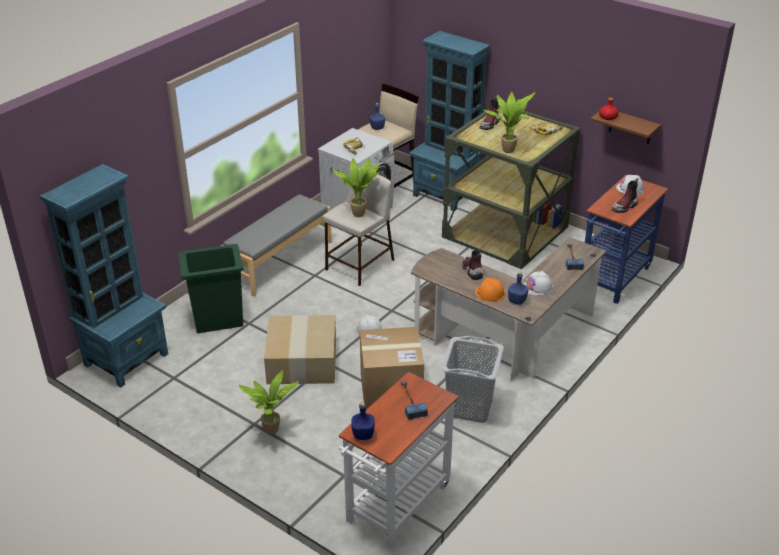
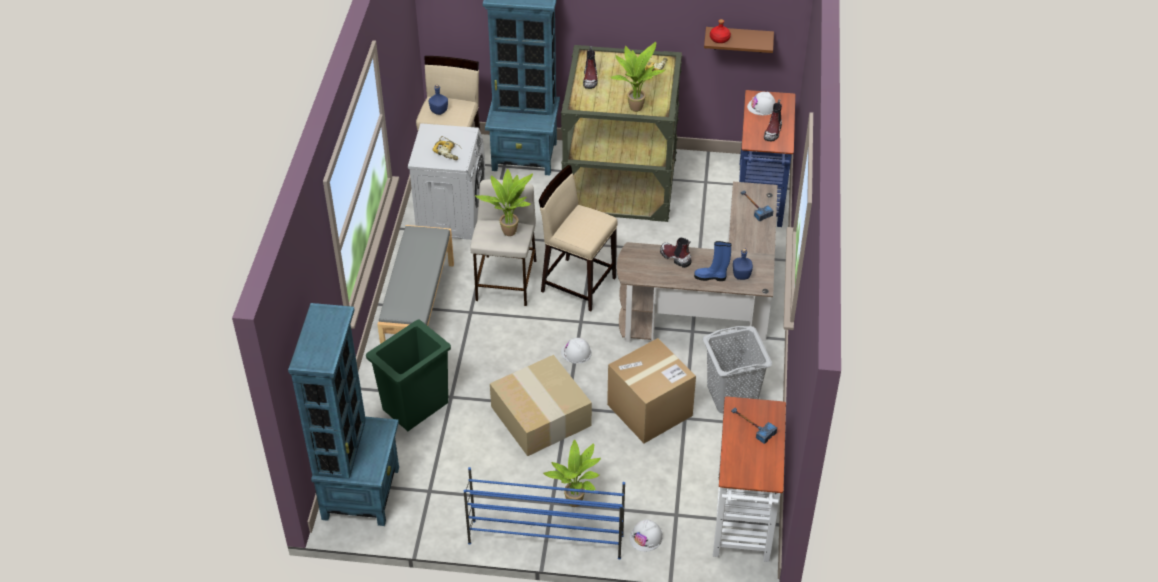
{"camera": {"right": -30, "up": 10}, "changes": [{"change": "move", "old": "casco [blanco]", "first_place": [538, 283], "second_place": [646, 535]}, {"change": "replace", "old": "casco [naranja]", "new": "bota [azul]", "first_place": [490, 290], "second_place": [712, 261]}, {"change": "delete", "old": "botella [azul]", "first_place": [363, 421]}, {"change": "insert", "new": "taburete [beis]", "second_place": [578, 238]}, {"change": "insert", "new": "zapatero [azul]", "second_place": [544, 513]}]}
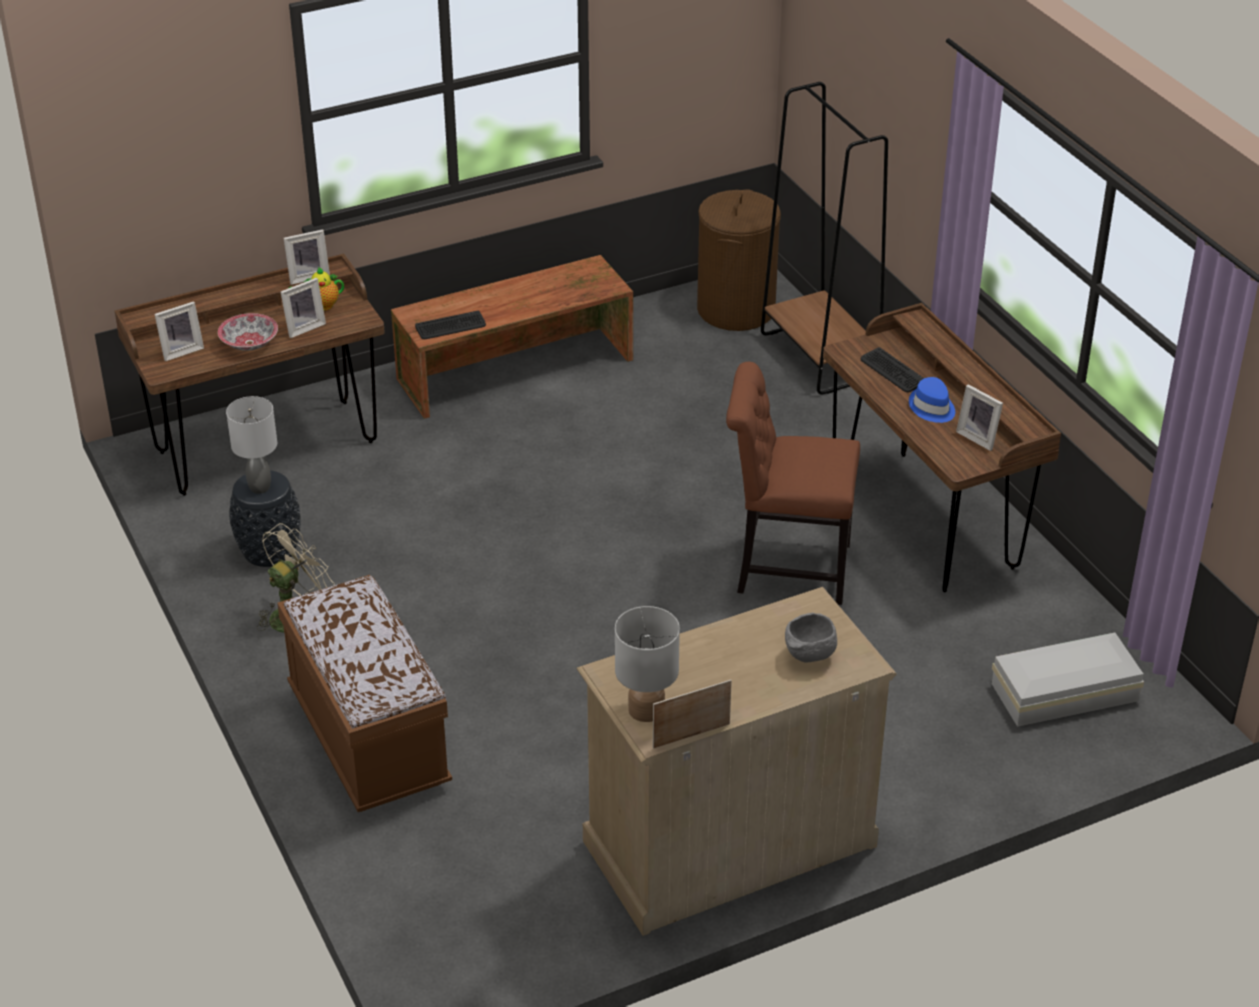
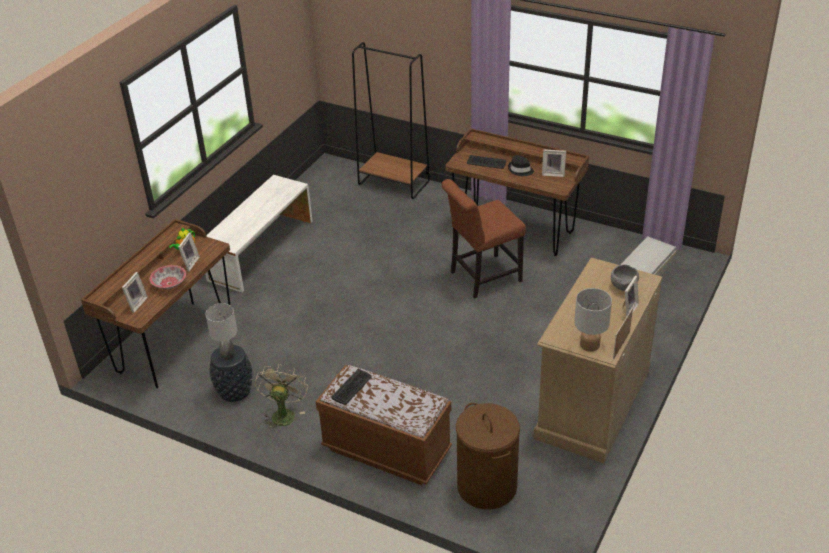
{"camera": {"right": -35, "up": 0}, "changes": [{"change": "move", "old": "cesto de la ropa [marrón]", "first_place": [739, 260], "second_place": [488, 456]}, {"change": "move", "old": "portarretratos", "first_place": [307, 257], "second_place": [630, 296]}, {"change": "recolor", "old": "banco [marrón]", "new": "banco [blanco]", "first_place": [512, 337], "second_place": [259, 233]}, {"change": "move", "old": "teclado", "first_place": [450, 325], "second_place": [351, 387]}, {"change": "recolor", "old": "sombrero [azul]", "new": "sombrero [negro]", "first_place": [932, 400], "second_place": [521, 165]}]}
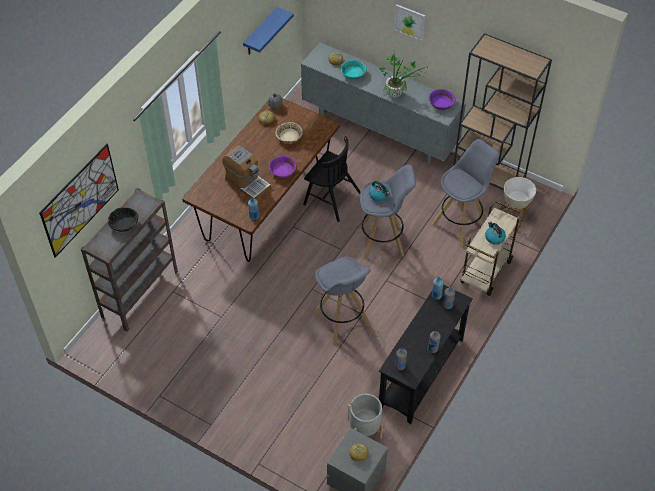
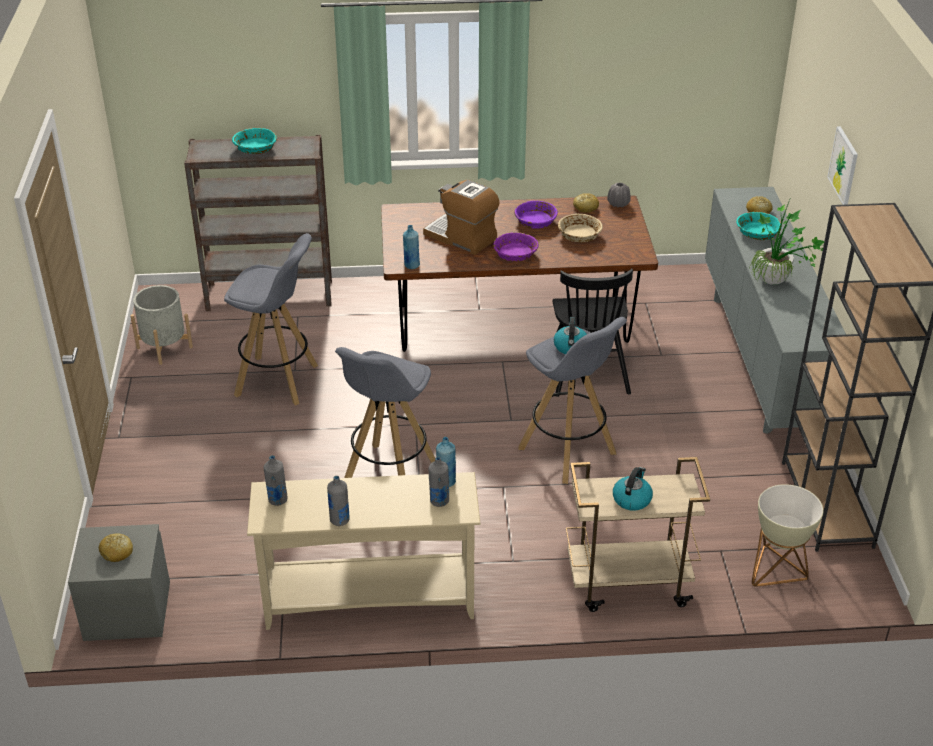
{"camera": {"right": 55, "up": -15}, "changes": [{"change": "delete", "old": "estante [azul]", "first_place": [268, 31]}, {"change": "move", "old": "cuenco [morado]", "first_place": [442, 99], "second_place": [536, 215]}, {"change": "move", "old": "taburete [gris]", "first_place": [466, 193], "second_place": [271, 319]}, {"change": "delete", "old": "cuadro", "first_place": [79, 201]}, {"change": "rotate", "old": "cafetera", "first_place": [246, 172], "second_place": [461, 217], "degrees": 120}, {"change": "recolor", "old": "cuenco [negro]", "new": "cuenco [turquesa]", "first_place": [123, 219], "second_place": [254, 141]}, {"change": "recolor", "old": "mesa consola [negro]", "new": "mesa consola [beis]", "first_place": [426, 354], "second_place": [363, 551]}, {"change": "move", "old": "maceta [gris]", "first_place": [365, 416], "second_place": [161, 325]}]}
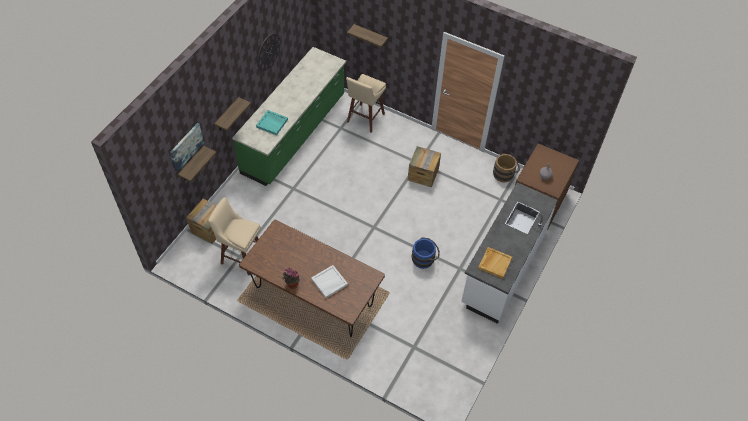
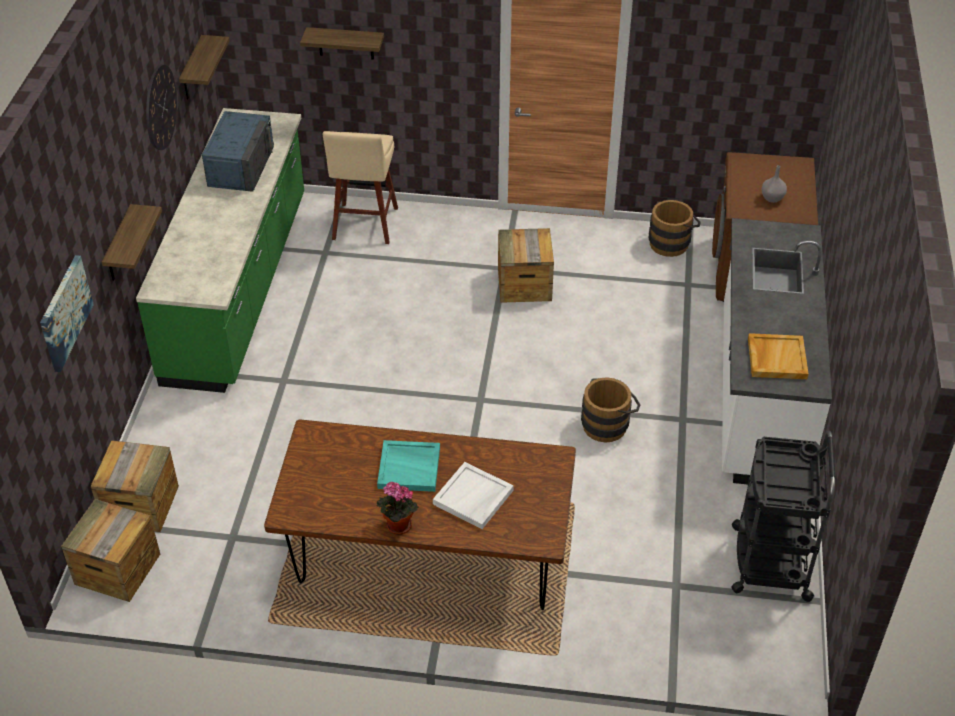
{"camera": {"right": -20, "up": -10}, "changes": [{"change": "move", "old": "bandeja [turquesa]", "first_place": [272, 122], "second_place": [408, 466]}, {"change": "move", "old": "estante", "first_place": [197, 164], "second_place": [204, 67]}, {"change": "delete", "old": "taburete [beis]", "first_place": [234, 236]}, {"change": "recolor", "old": "cubo [azul]", "new": "cubo [marrón]", "first_place": [426, 253], "second_place": [610, 410]}, {"change": "insert", "new": "microondas [azul]", "second_place": [238, 151]}, {"change": "insert", "new": "carrito [negro]", "second_place": [783, 516]}, {"change": "insert", "new": "caja de embalaje", "second_place": [110, 550]}]}
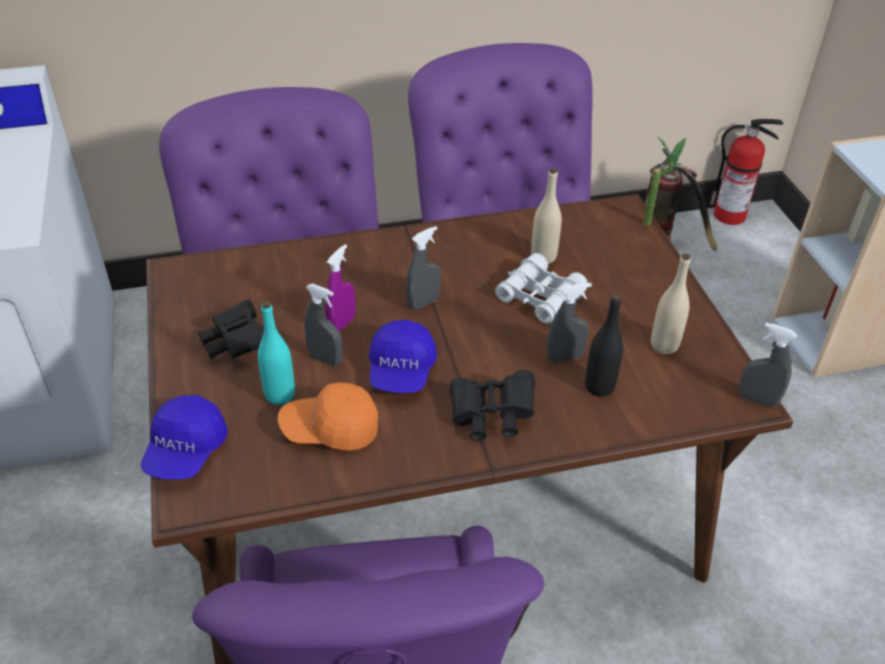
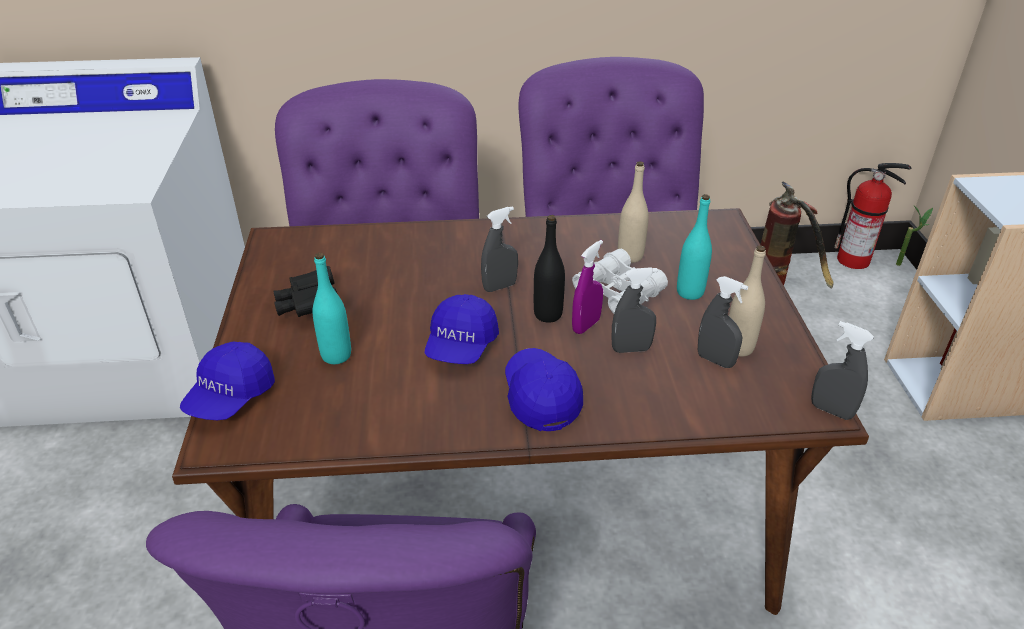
{"camera": {"right": 10, "up": -5}, "changes": [{"change": "move", "old": "planta en maceta", "first_place": [665, 181], "second_place": [914, 236]}, {"change": "move", "old": "pulverizador [morado]", "first_place": [340, 288], "second_place": [587, 287]}, {"change": "move", "old": "pulverizador [gris]", "first_place": [323, 325], "second_place": [723, 322]}, {"change": "move", "old": "botella [negro]", "first_place": [604, 345], "second_place": [549, 269]}, {"change": "replace", "old": "prismáticos [negro]", "new": "gorra [azul]", "first_place": [492, 405], "second_place": [544, 389]}, {"change": "delete", "old": "gorra [naranja]", "first_place": [328, 416]}, {"change": "insert", "new": "botella [turquesa]", "second_place": [694, 247]}]}
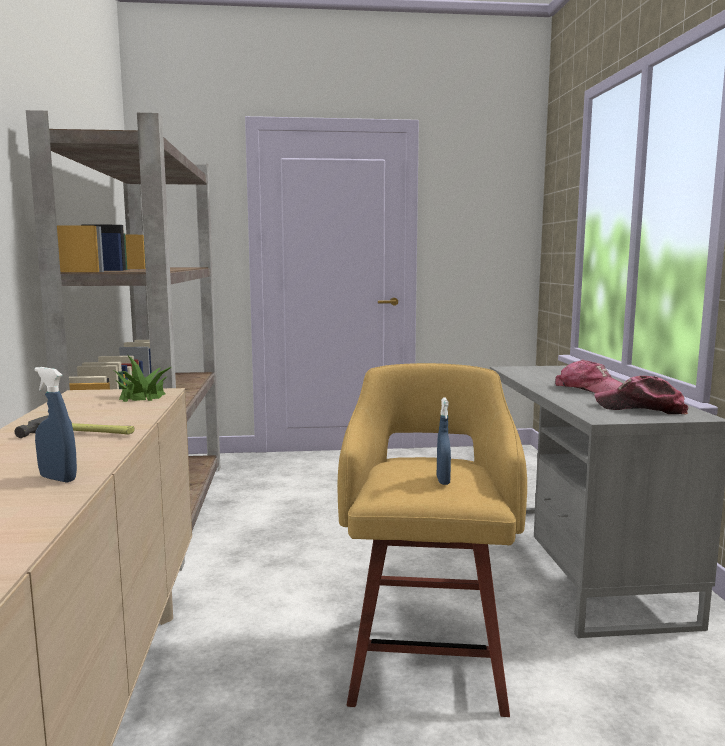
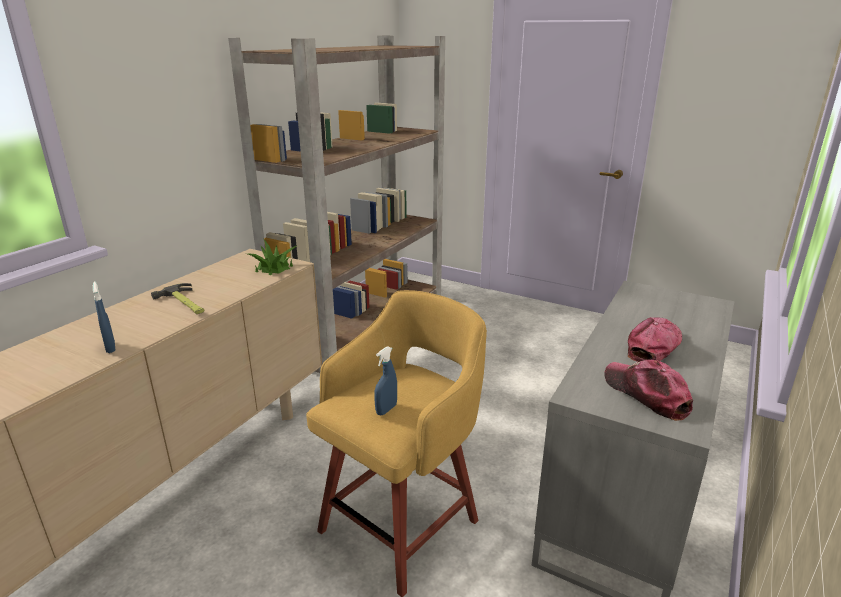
{"camera": {"right": 35, "up": 15}, "changes": [{"change": "rotate", "old": "gorra", "first_place": [588, 376], "second_place": [655, 339], "degrees": -135}]}
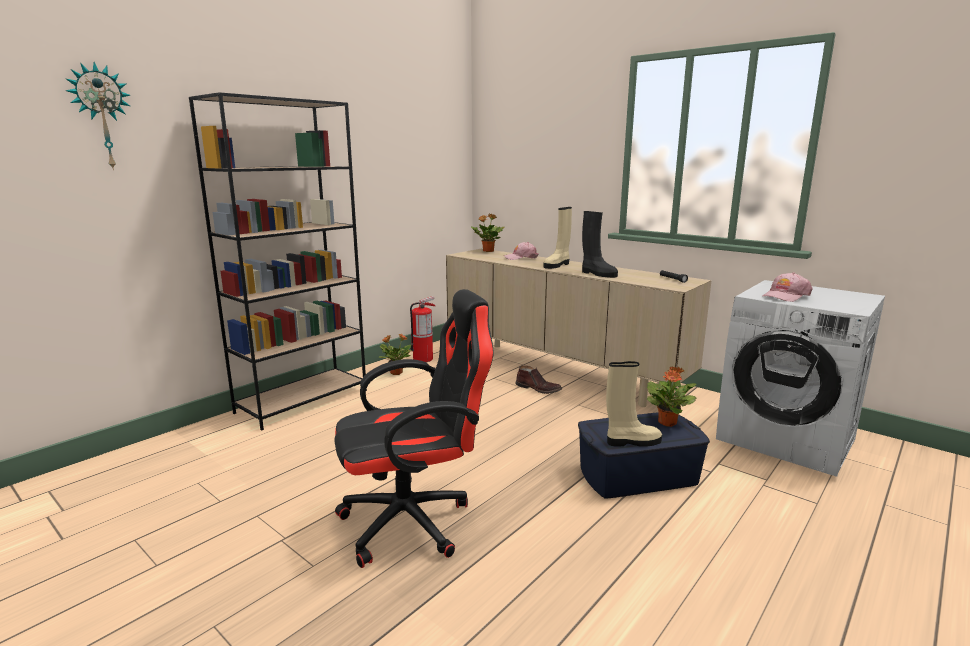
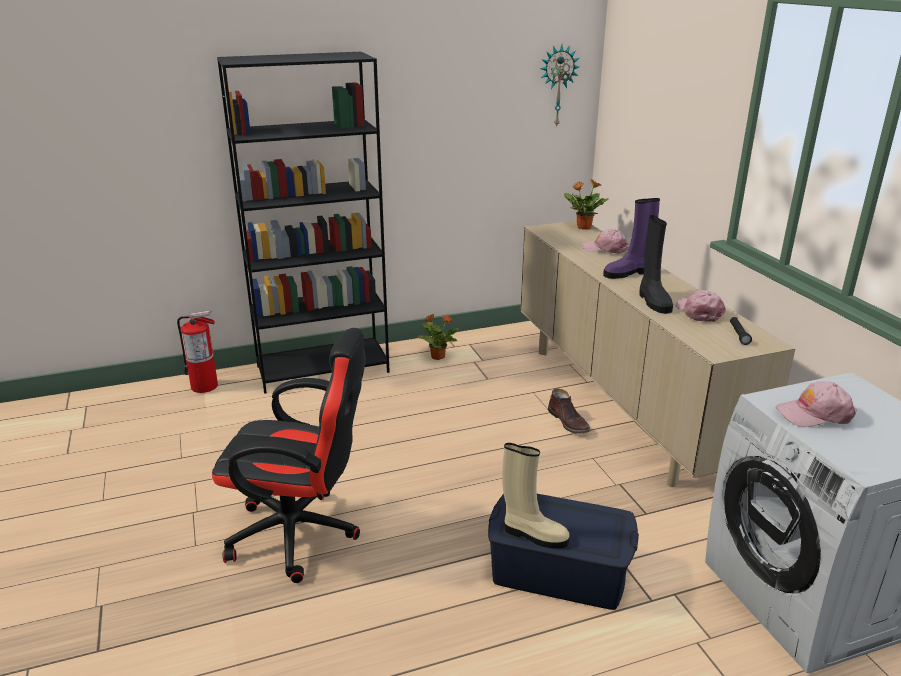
{"camera": {"right": 30, "up": 10}, "changes": [{"change": "move", "old": "reloj de pared", "first_place": [97, 116], "second_place": [560, 86]}, {"change": "recolor", "old": "estantería [beis]", "new": "estantería [negro]", "first_place": [278, 261], "second_place": [303, 223]}, {"change": "recolor", "old": "bota [beis]", "new": "bota [morado]", "first_place": [557, 238], "second_place": [631, 238]}, {"change": "move", "old": "extintor", "first_place": [423, 329], "second_place": [197, 351]}, {"change": "delete", "old": "planta en maceta", "first_place": [671, 397]}, {"change": "insert", "new": "gorra [rosa]", "second_place": [700, 306]}]}
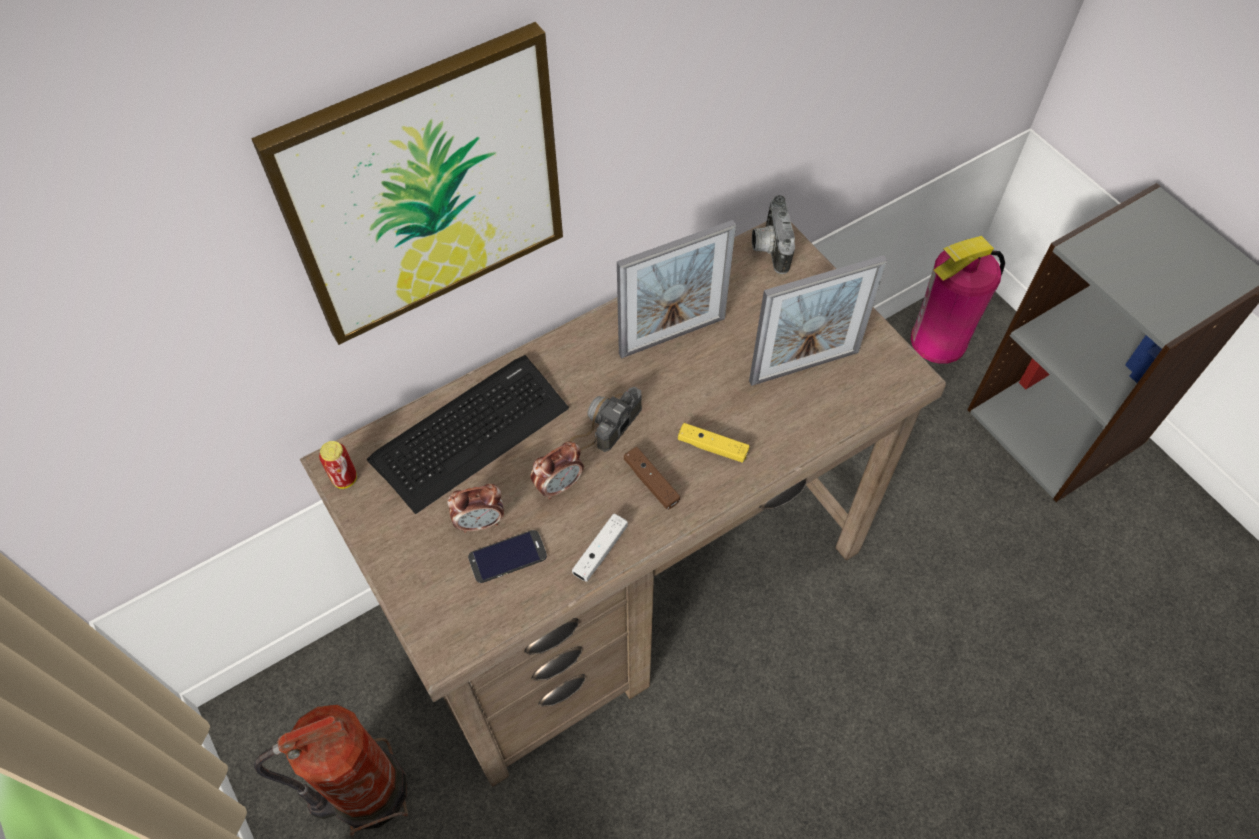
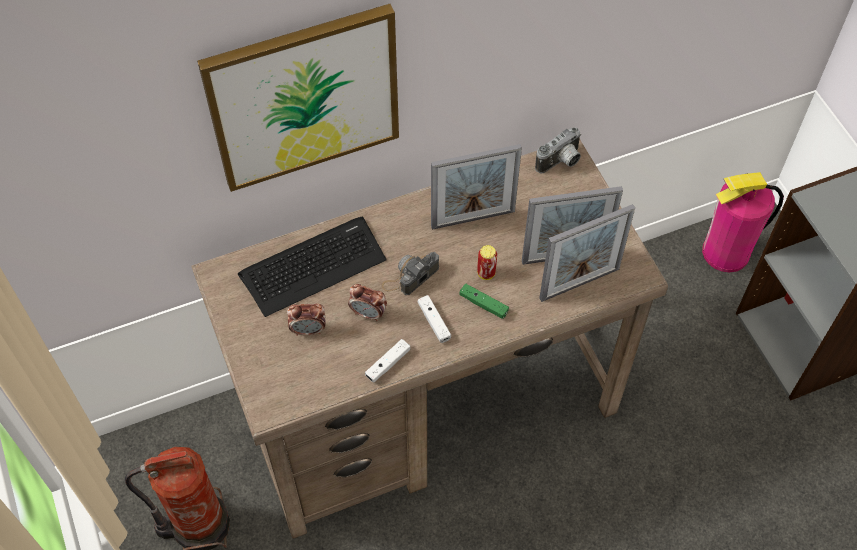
{"camera": {"right": 10, "up": 0}, "changes": [{"change": "rotate", "old": "cámara", "first_place": [773, 234], "second_place": [558, 150], "degrees": -135}, {"change": "recolor", "old": "mando de consola [amarillo]", "new": "mando de consola [verde]", "first_place": [714, 443], "second_place": [484, 301]}, {"change": "move", "old": "lata", "first_place": [338, 465], "second_place": [487, 262]}, {"change": "rotate", "old": "despertador", "first_place": [557, 470], "second_place": [367, 302], "degrees": 45}, {"change": "recolor", "old": "mando de consola [marrón]", "new": "mando de consola [blanco]", "first_place": [652, 478], "second_place": [434, 319]}, {"change": "delete", "old": "móvil", "first_place": [507, 556]}, {"change": "insert", "new": "portarretratos", "second_place": [587, 253]}]}
